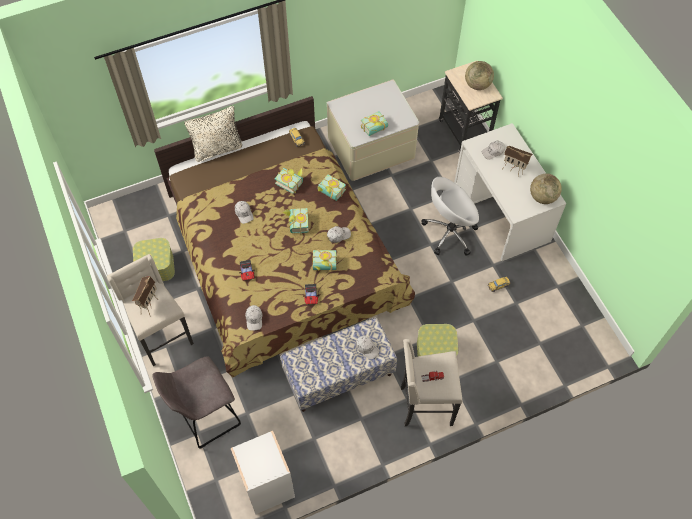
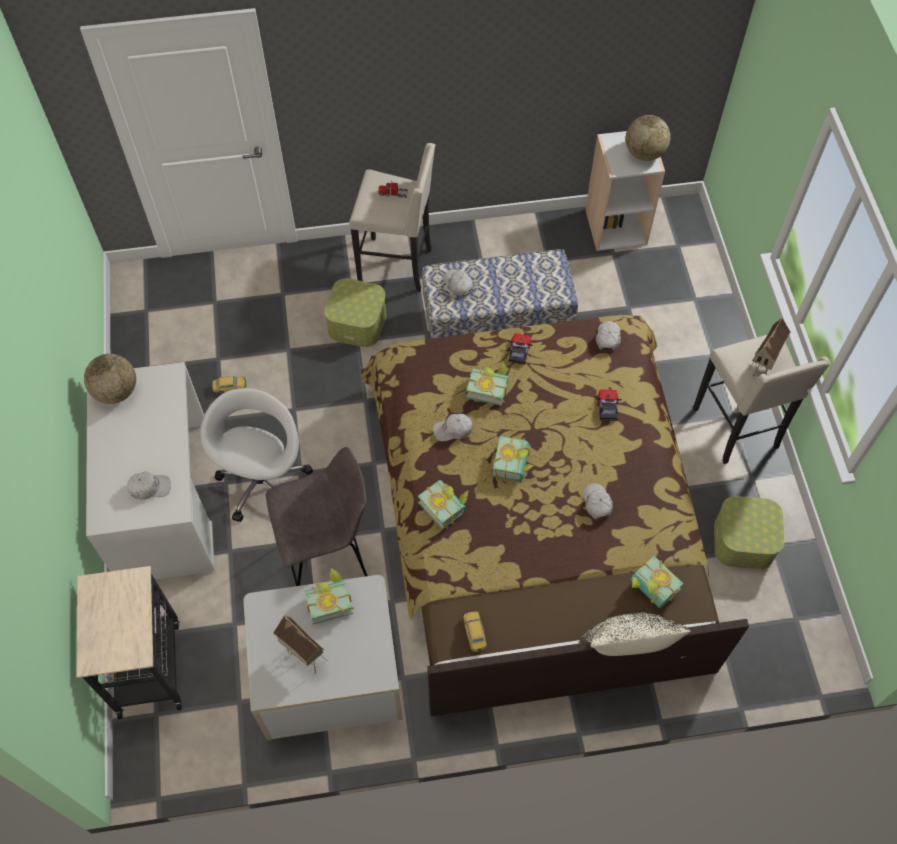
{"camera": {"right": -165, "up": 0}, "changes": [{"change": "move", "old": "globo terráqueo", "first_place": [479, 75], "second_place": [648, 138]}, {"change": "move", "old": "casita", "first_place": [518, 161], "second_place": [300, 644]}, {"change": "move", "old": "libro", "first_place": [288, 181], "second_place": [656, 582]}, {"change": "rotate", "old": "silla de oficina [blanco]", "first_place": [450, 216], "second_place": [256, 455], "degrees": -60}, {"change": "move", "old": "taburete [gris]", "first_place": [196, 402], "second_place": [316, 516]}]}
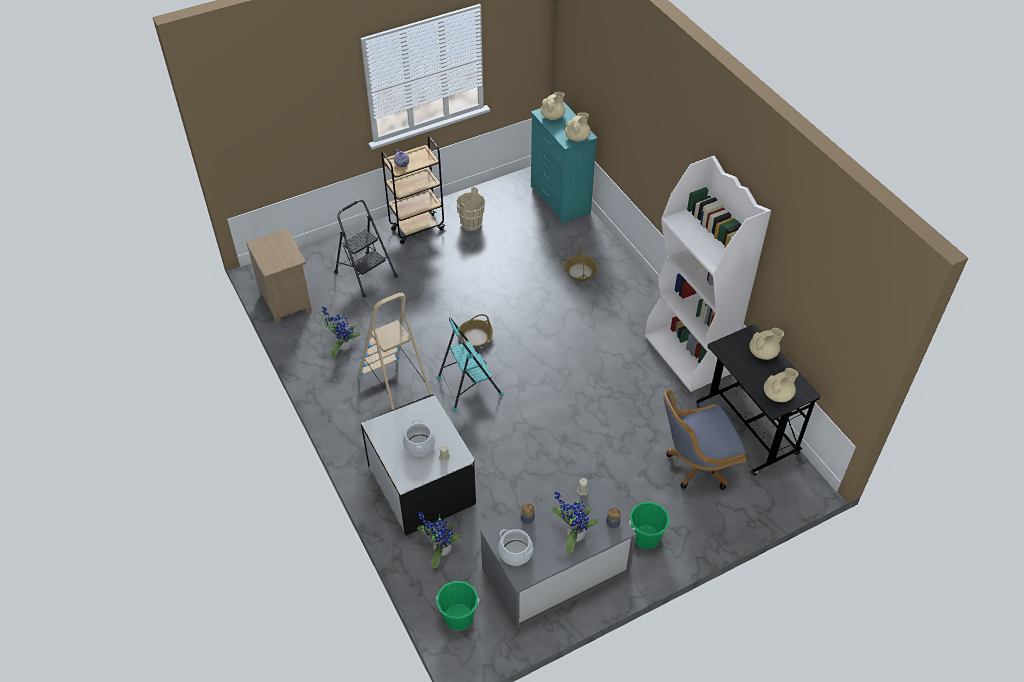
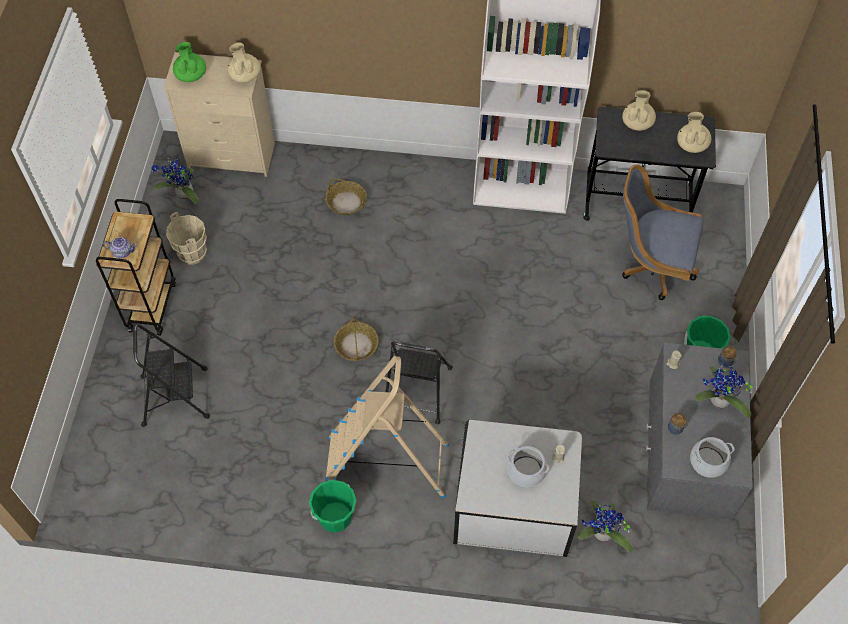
{"camera": {"right": -55, "up": 10}, "changes": [{"change": "recolor", "old": "tetera [beis]", "new": "tetera [verde]", "first_place": [553, 106], "second_place": [189, 62]}, {"change": "recolor", "old": "cómoda [turquesa]", "new": "cómoda [beis]", "first_place": [564, 162], "second_place": [219, 114]}, {"change": "delete", "old": "mesita de noche [beis]", "first_place": [279, 276]}, {"change": "move", "old": "planta en maceta", "first_place": [341, 332], "second_place": [175, 181]}, {"change": "recolor", "old": "escalera de tijera [turquesa]", "new": "escalera de tijera [negro]", "first_place": [470, 365], "second_place": [419, 383]}, {"change": "rotate", "old": "silla de oficina [azul]", "first_place": [704, 440], "second_place": [662, 232], "degrees": 90}, {"change": "move", "old": "cubo [verde]", "first_place": [458, 606], "second_place": [332, 506]}]}
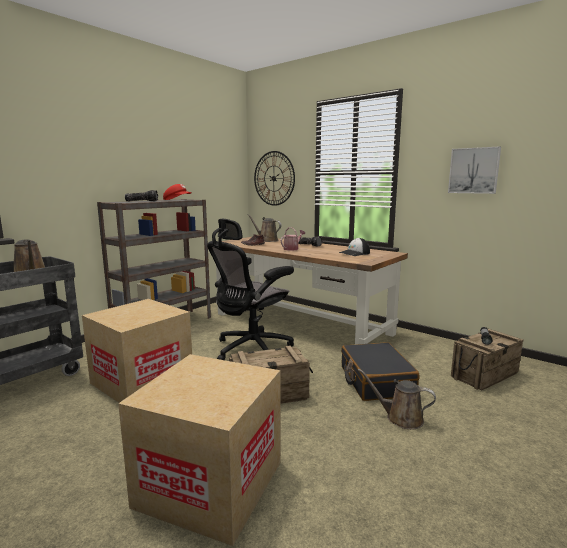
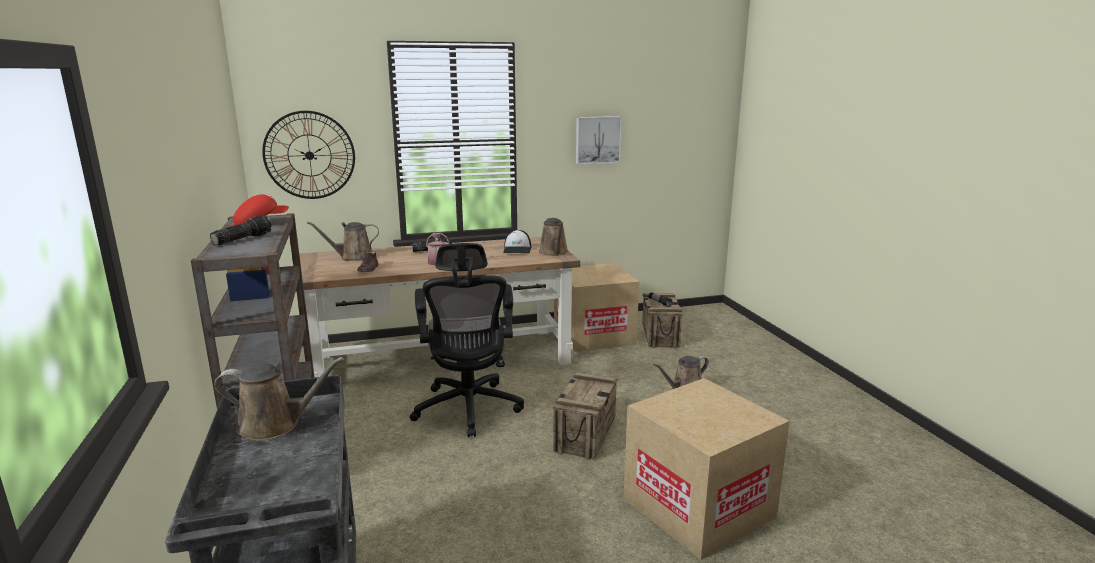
{"camera": {"right": -55, "up": 5}, "changes": [{"change": "move", "old": "caja de cartón", "first_place": [137, 351], "second_place": [596, 307]}, {"change": "delete", "old": "maleta [negro]", "first_place": [380, 371]}, {"change": "insert", "new": "regadera [marrón]", "second_place": [553, 237]}]}
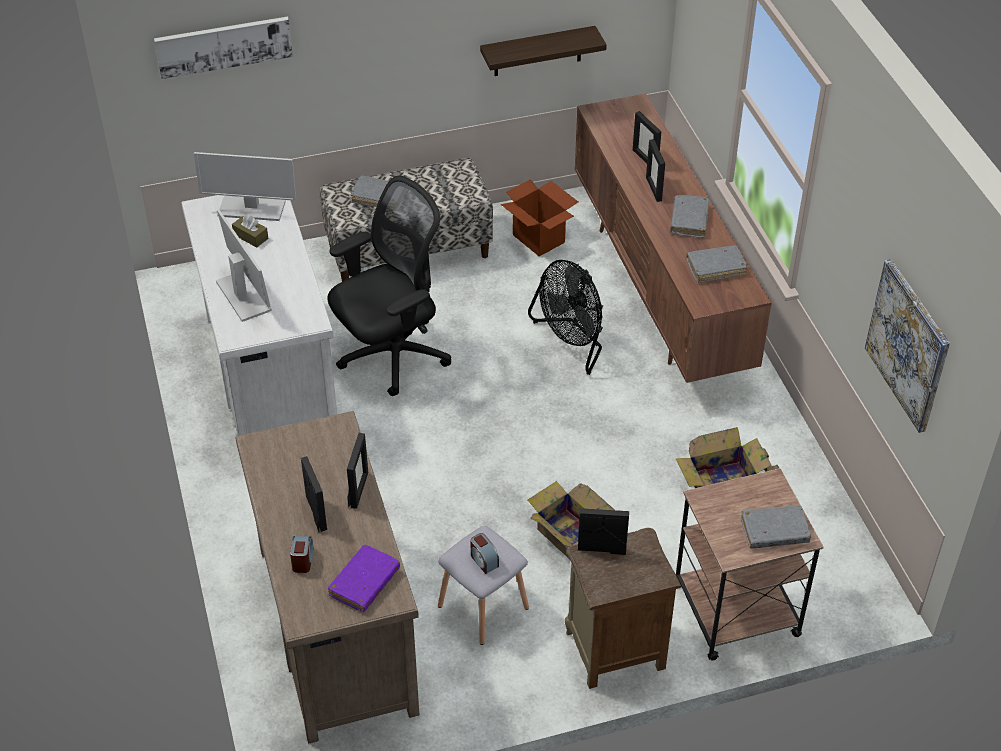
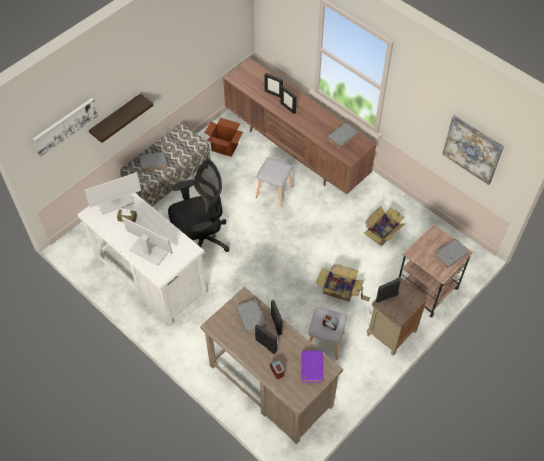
{"camera": {"right": -30, "up": 10}, "changes": [{"change": "move", "old": "estante", "first_place": [543, 51], "second_place": [121, 118]}, {"change": "rotate", "old": "silla de oficina [negro]", "first_place": [389, 286], "second_place": [198, 205], "degrees": 45}, {"change": "move", "old": "libro [gris]", "first_place": [689, 216], "second_place": [251, 316]}, {"change": "replace", "old": "ventilador [negro]", "new": "taburete [gris]", "first_place": [565, 317], "second_place": [274, 182]}]}
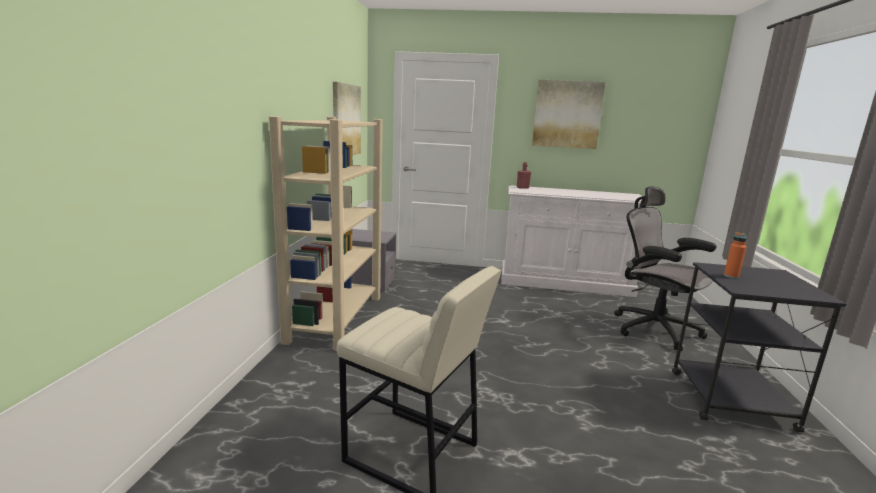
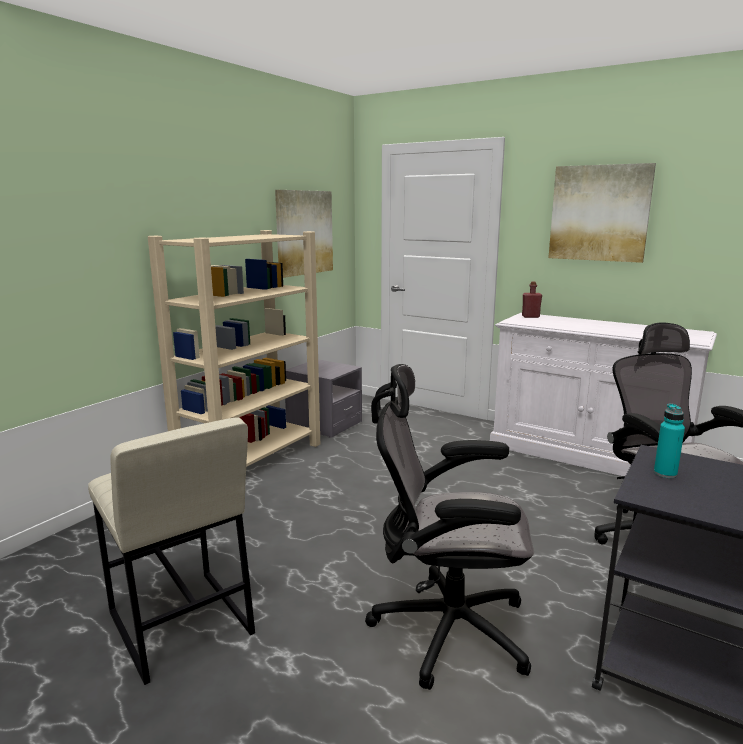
{"camera": {"right": 25, "up": 0}, "changes": [{"change": "recolor", "old": "botella [naranja]", "new": "botella [turquesa]", "first_place": [735, 255], "second_place": [669, 440]}, {"change": "insert", "new": "silla de oficina", "second_place": [449, 527]}]}
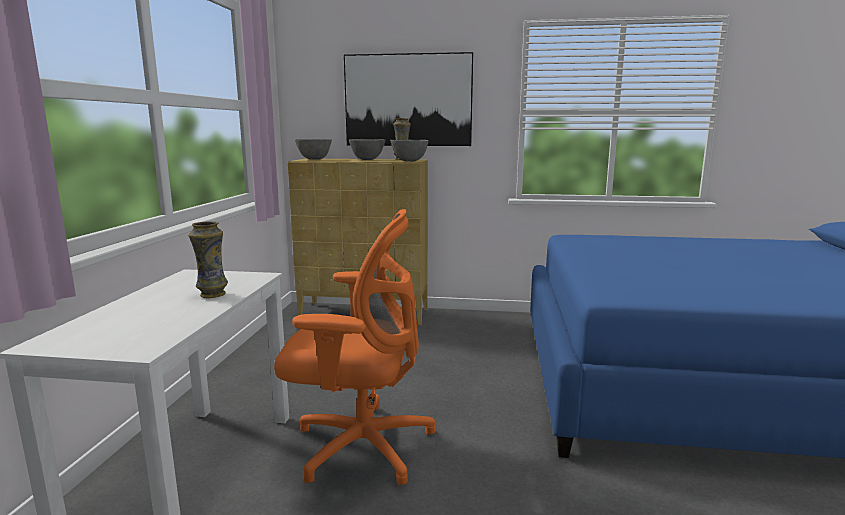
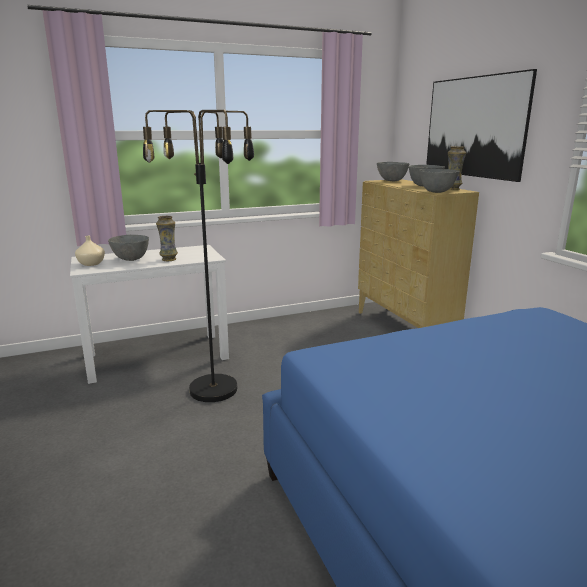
{"camera": {"right": 60, "up": 5}, "changes": [{"change": "replace", "old": "silla de oficina [naranja]", "new": "lámpara de pie", "first_place": [354, 347], "second_place": [198, 256]}, {"change": "insert", "new": "cuenco [gris]", "second_place": [128, 248]}, {"change": "insert", "new": "florero [beis]", "second_place": [90, 251]}]}
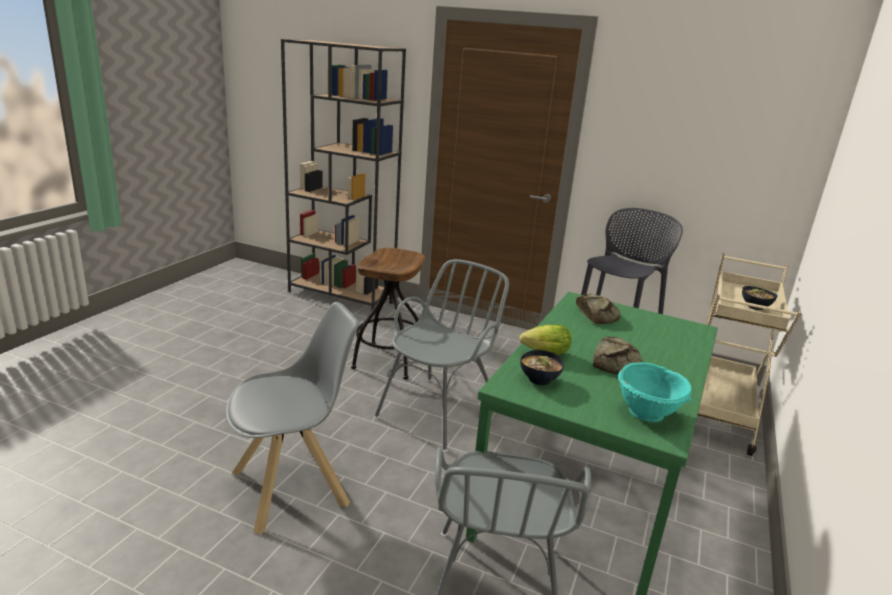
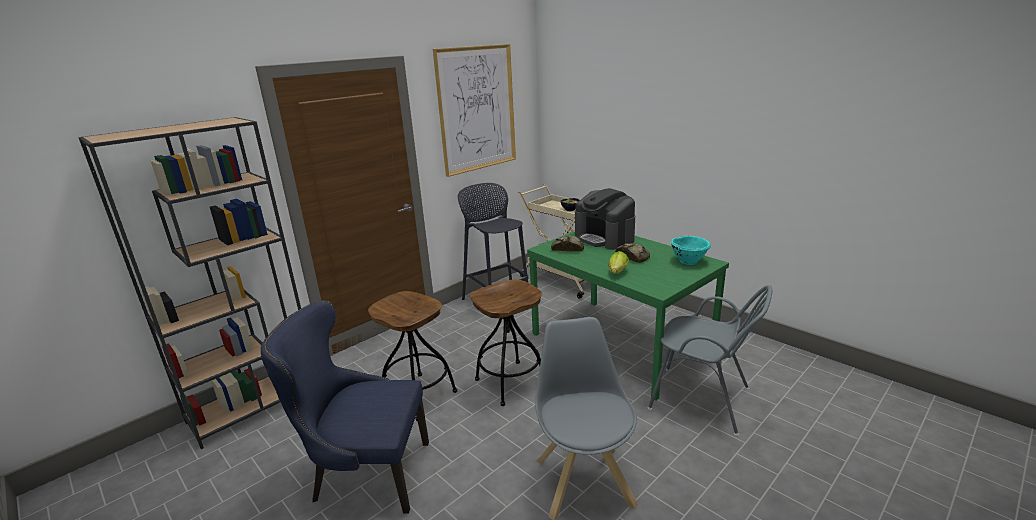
{"camera": {"right": -65, "up": 0}, "changes": [{"change": "replace", "old": "silla [gris]", "new": "taburete [marrón]", "first_place": [441, 356], "second_place": [506, 342]}, {"change": "delete", "old": "cuenco", "first_place": [542, 367]}, {"change": "insert", "new": "cuadro", "second_place": [474, 110]}, {"change": "insert", "new": "cafetera", "second_place": [605, 219]}, {"change": "insert", "new": "silla [azul]", "second_place": [345, 406]}]}
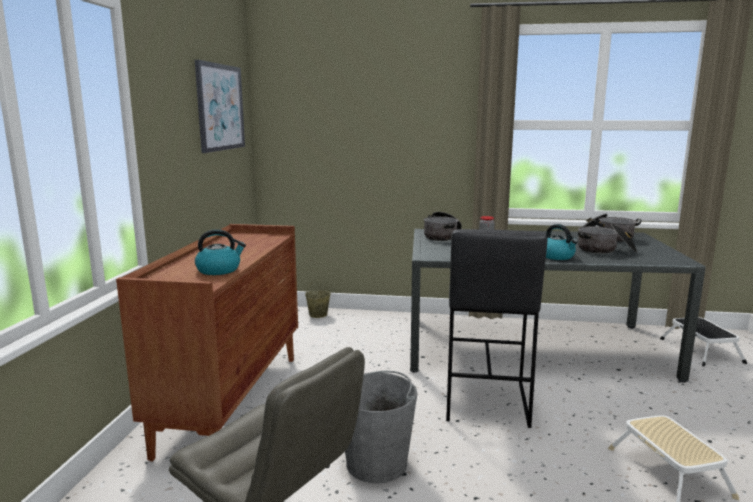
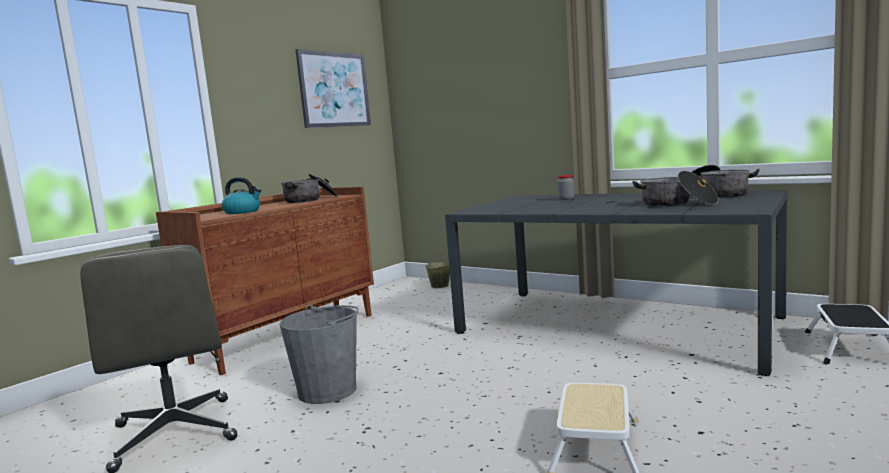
{"camera": {"right": 30, "up": -5}, "changes": [{"change": "move", "old": "olla", "first_place": [442, 226], "second_place": [309, 188]}, {"change": "delete", "old": "hervidor", "first_place": [562, 242]}, {"change": "delete", "old": "taburete [gris]", "first_place": [496, 328]}]}
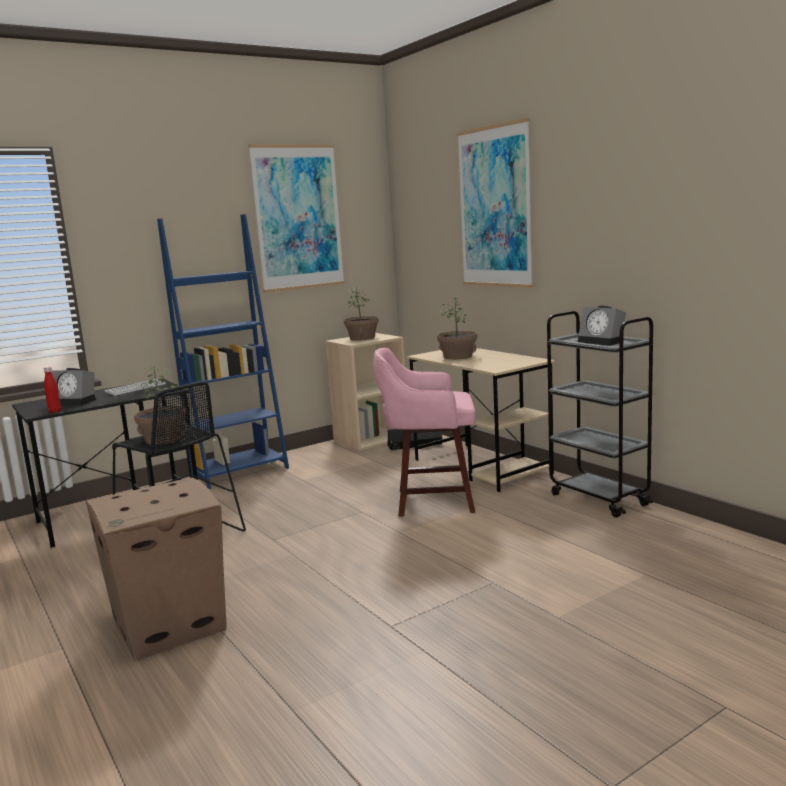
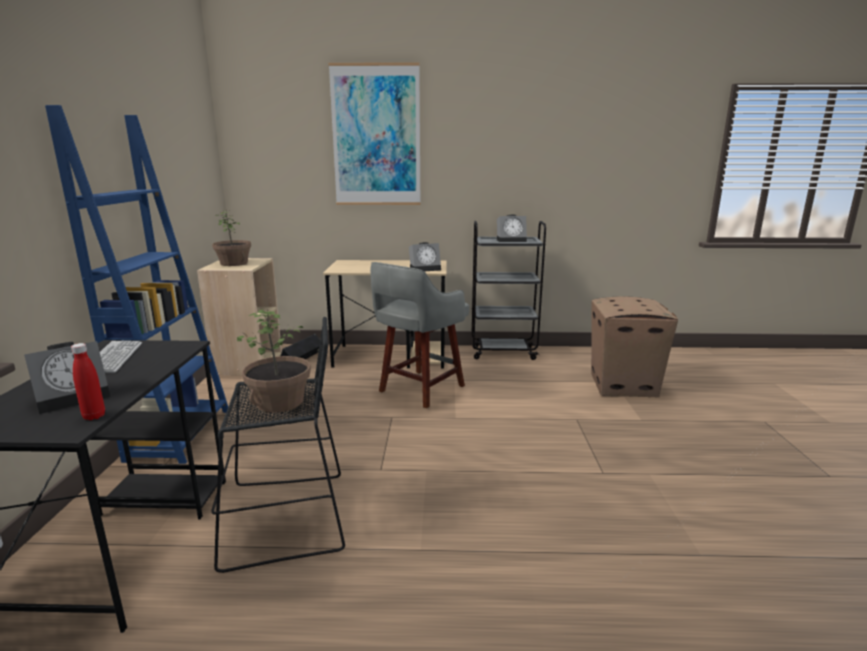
{"camera": {"right": -55, "up": 5}, "changes": [{"change": "delete", "old": "cuadro", "first_place": [296, 218]}, {"change": "delete", "old": "planta en maceta", "first_place": [457, 328]}, {"change": "recolor", "old": "taburete [rosa]", "new": "taburete [gris]", "first_place": [424, 432], "second_place": [419, 335]}, {"change": "move", "old": "caja de cartón", "first_place": [156, 569], "second_place": [634, 347]}, {"change": "insert", "new": "despertador", "second_place": [425, 257]}]}
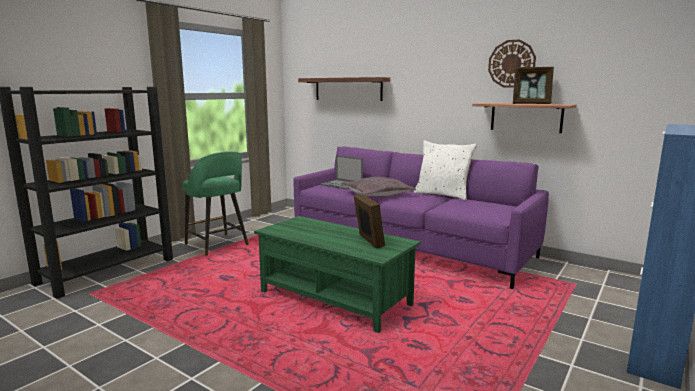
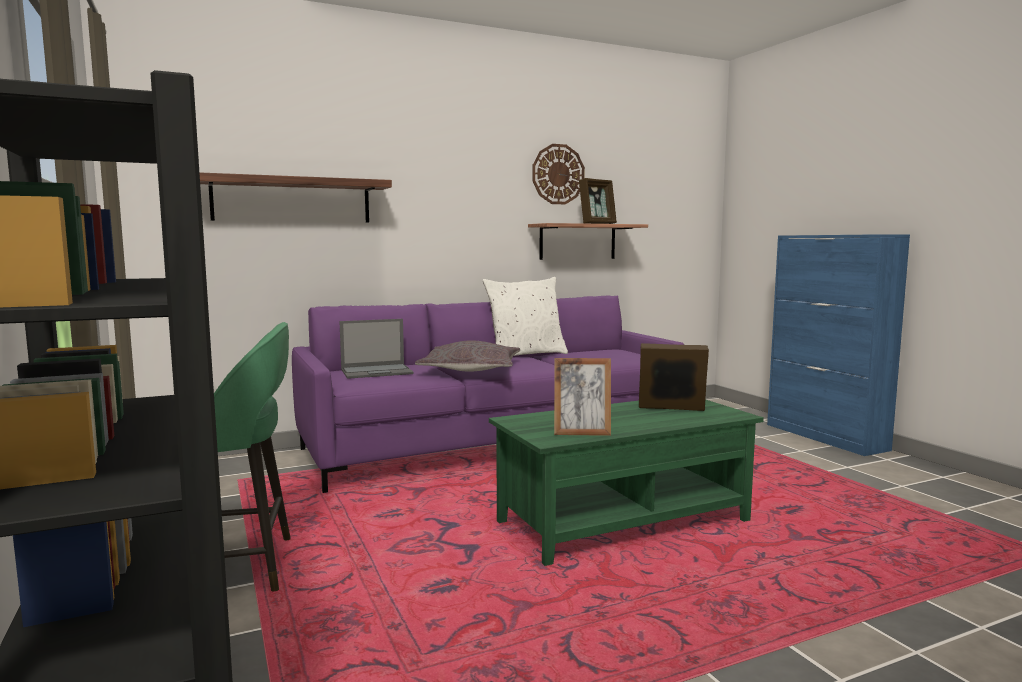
{"camera": {"right": -60, "up": -5}, "changes": [{"change": "insert", "new": "portarretratos", "second_place": [582, 397]}]}
